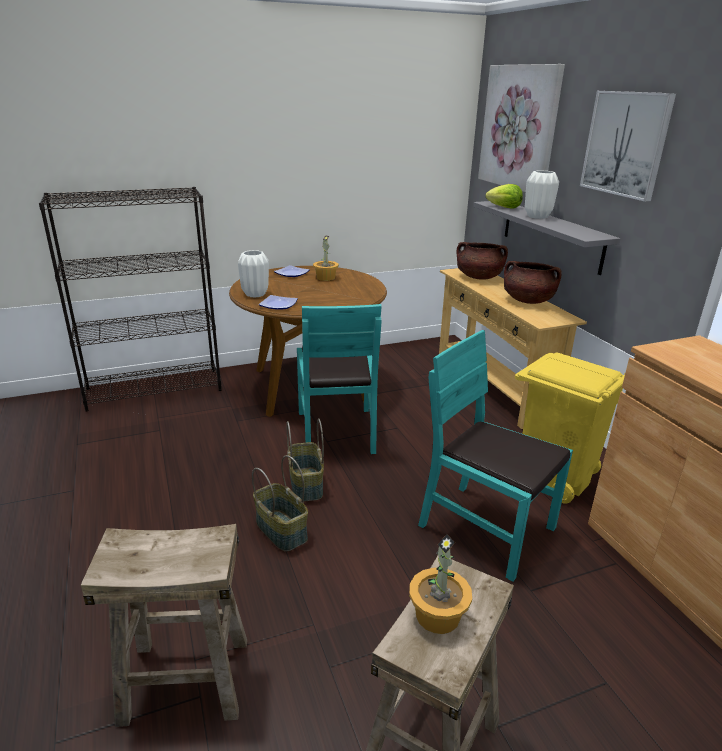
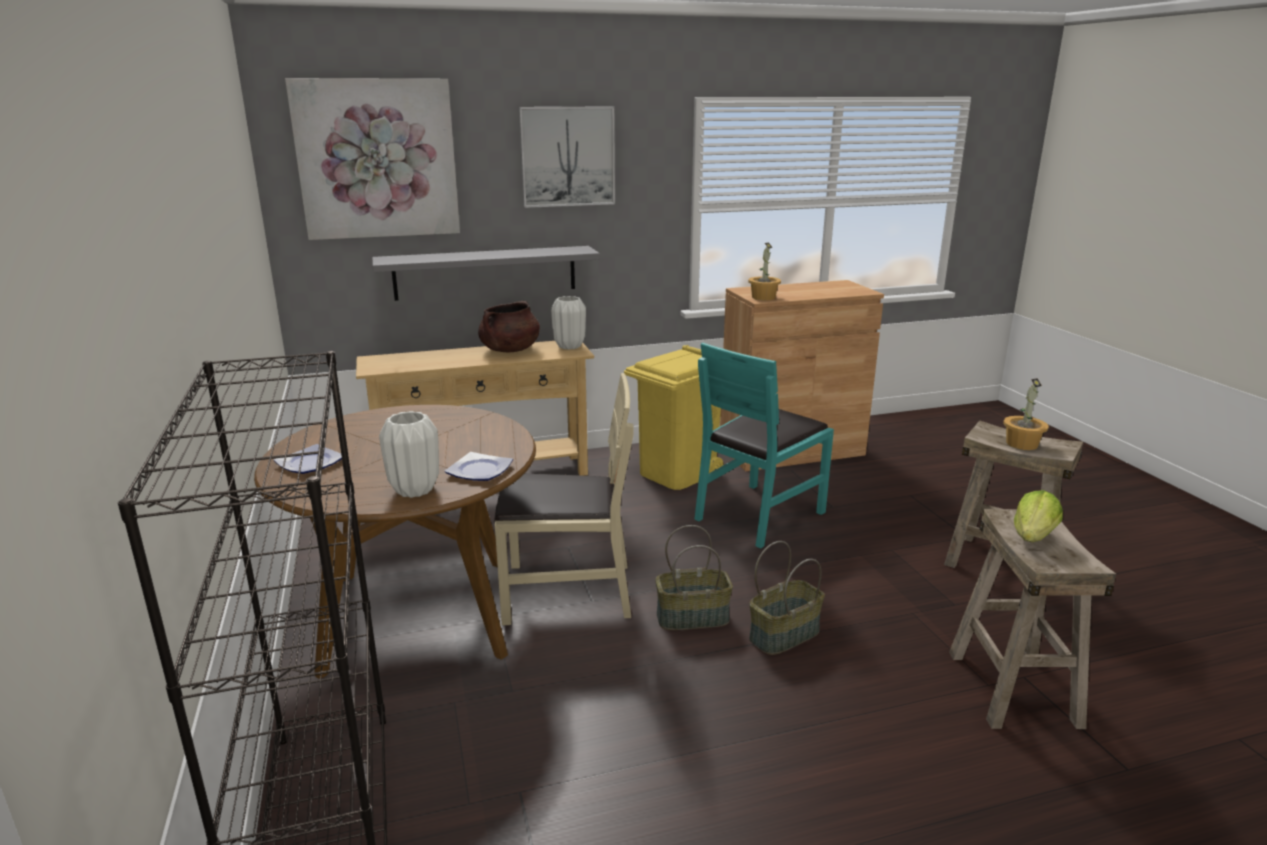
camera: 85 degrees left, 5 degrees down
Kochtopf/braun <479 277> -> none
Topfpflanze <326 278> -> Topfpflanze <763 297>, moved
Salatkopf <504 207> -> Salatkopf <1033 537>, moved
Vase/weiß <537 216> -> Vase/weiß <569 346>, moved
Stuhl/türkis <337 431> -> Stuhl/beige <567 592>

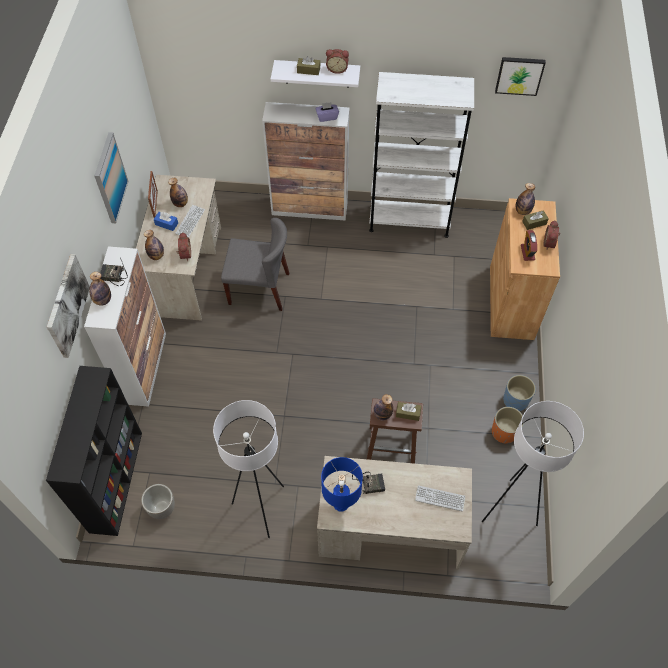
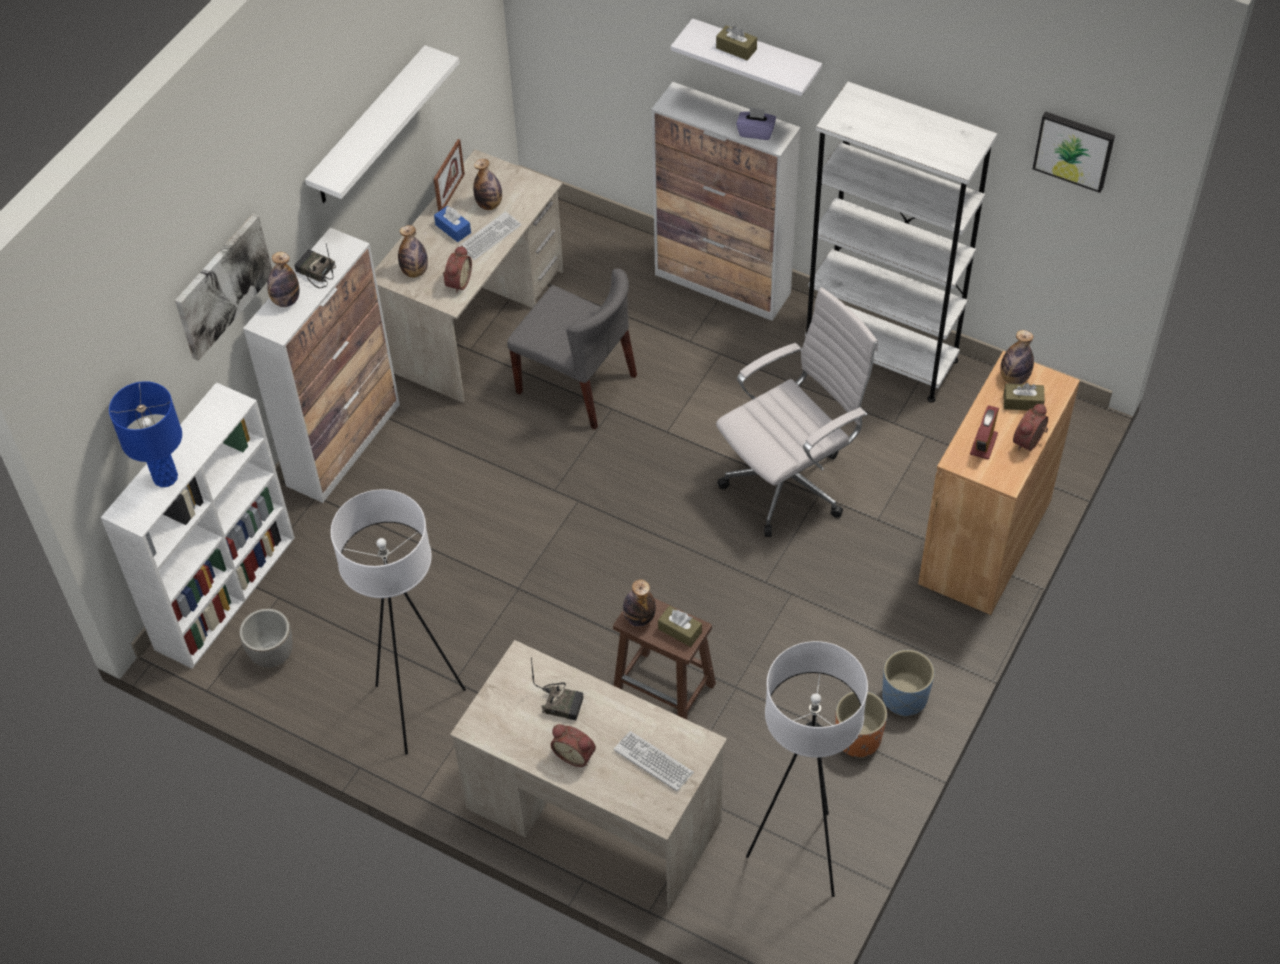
camera: 25 degrees right, 5 degrees down
none -> Bürostuhl/weiß <790 482>
Tischlampe/blau <341 504> -> Tischlampe/blau <165 477>, moved
Wecker <337 69> -> Wecker <575 754>, moved
Bild <110 178> -> Wandregal/weiß <369 127>
Bücherregal/schwarz <116 480> -> Bücherregal/weiß <226 591>

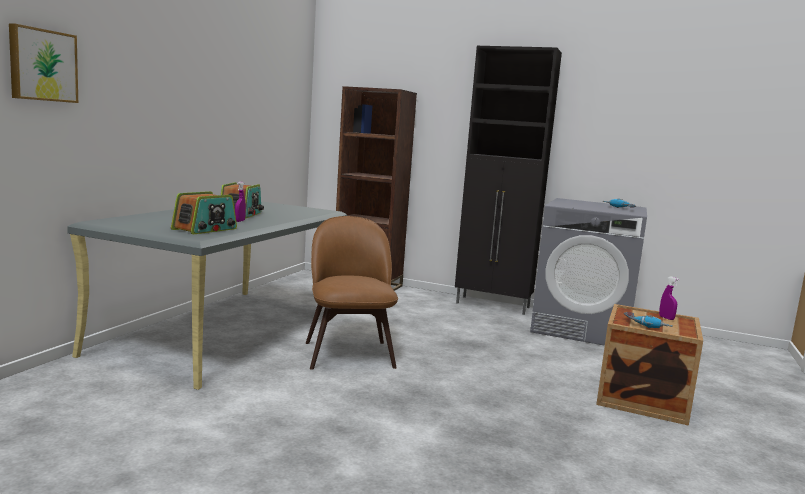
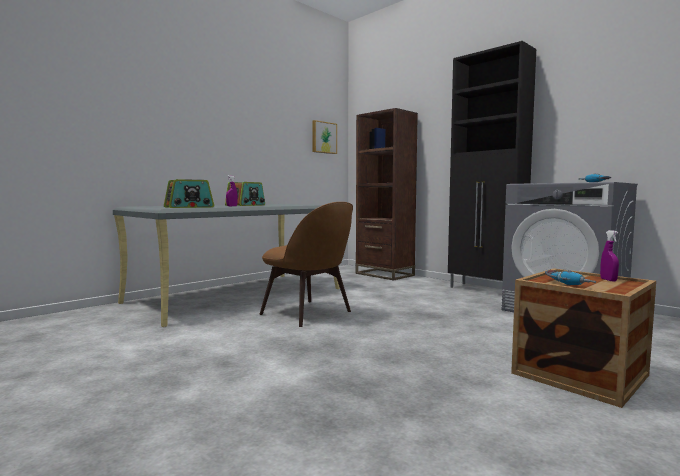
camera: 25 degrees right, 5 degrees down
Bild <42 65> -> Bild <323 137>, moved
Stuhl/braun <348 353> -> Stuhl/braun <308 313>, 120 degrees clockwise

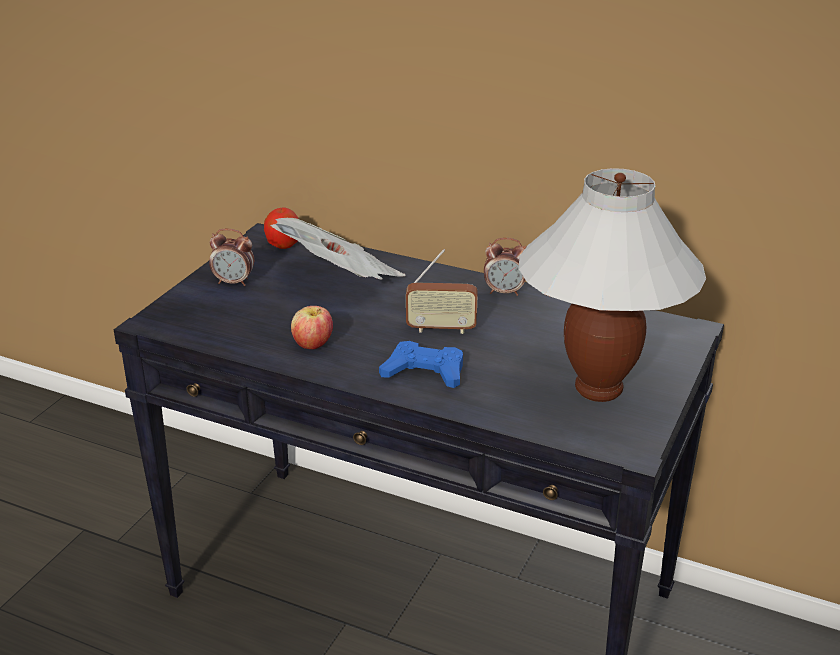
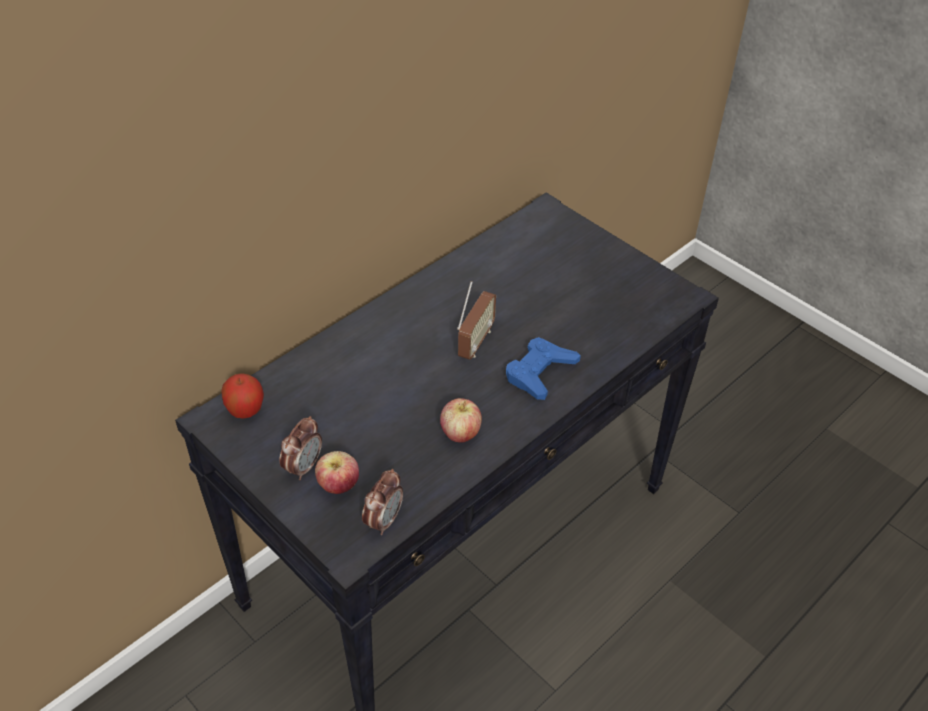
camera: 70 degrees left, 15 degrees up
Zeitung <340 280> -> none
Tischlampe/weiß <599 389> -> none
none -> Apfel <338 486>
Wecker <504 292> -> Wecker <384 520>, moved

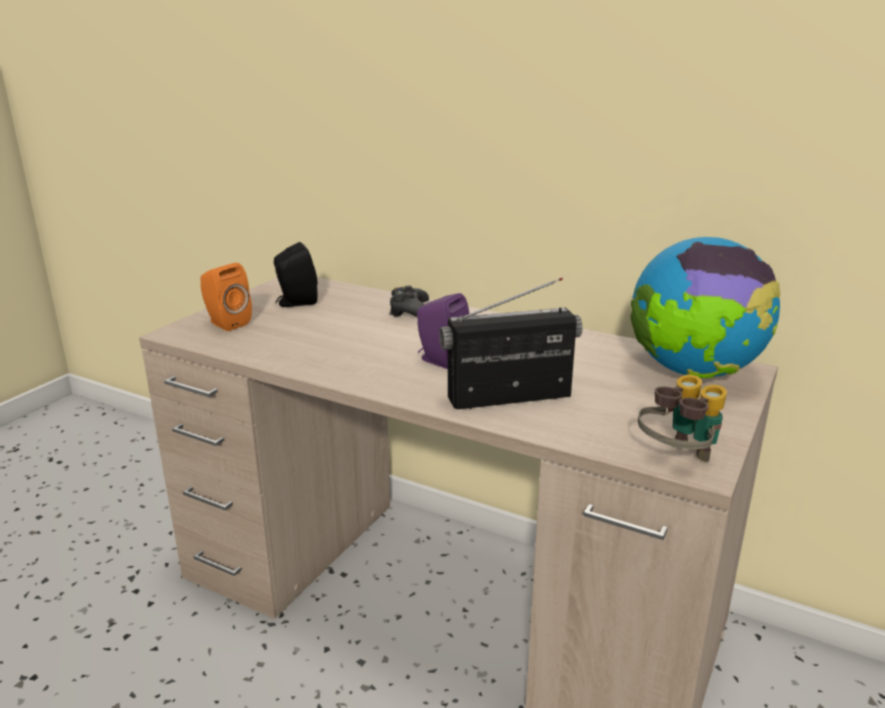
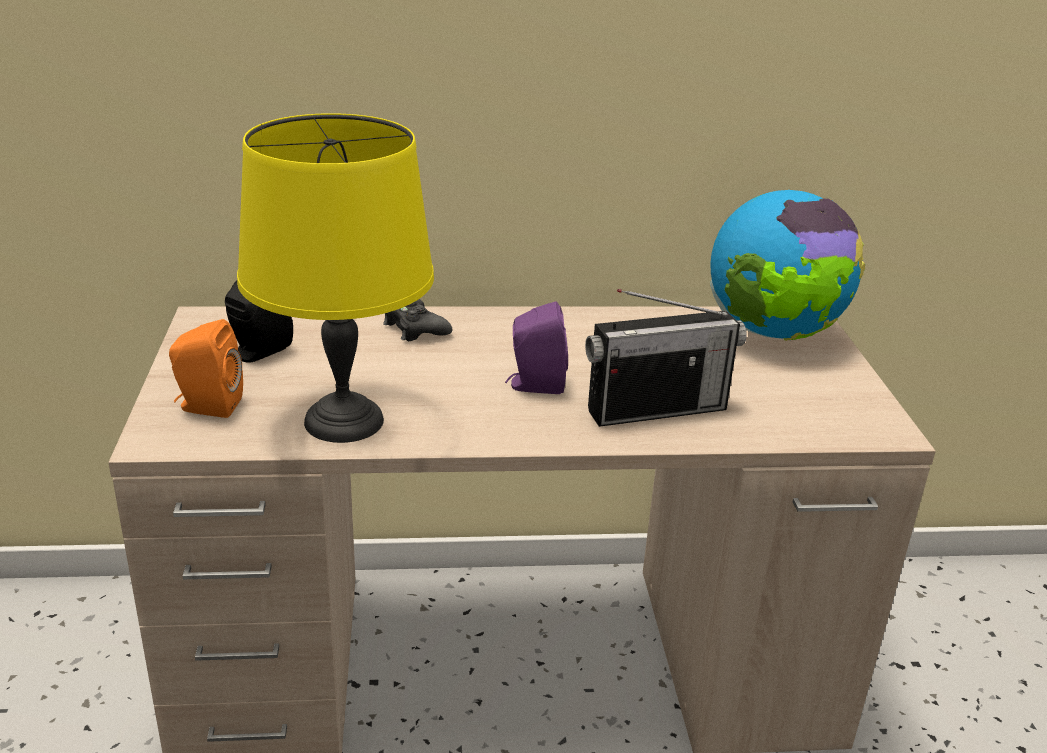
camera: 35 degrees left, 5 degrees up
Fernglas <678 460> -> none
none -> Tischlampe/gelb <343 420>
Radio <509 397> -> Radio <656 409>, 150 degrees counterclockwise

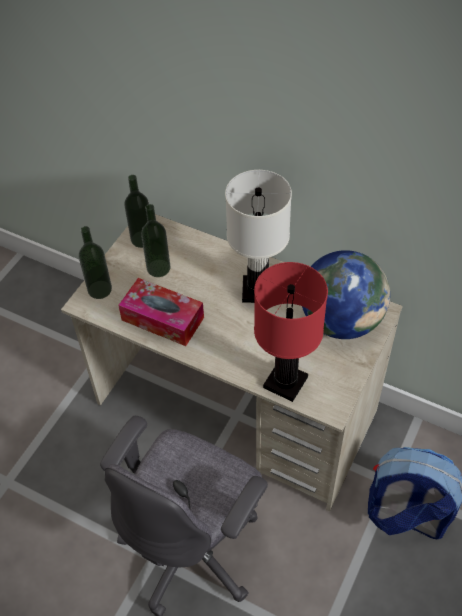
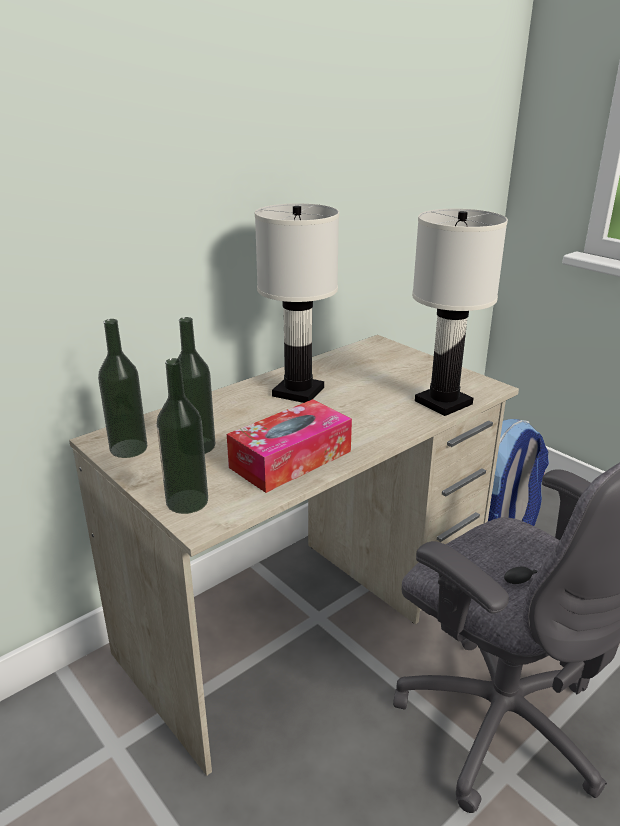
camera: 70 degrees left, 25 degrees down
Globus <341 320> -> none
Tischlampe/rot <285 383> -> Tischlampe/weiß <444 402>

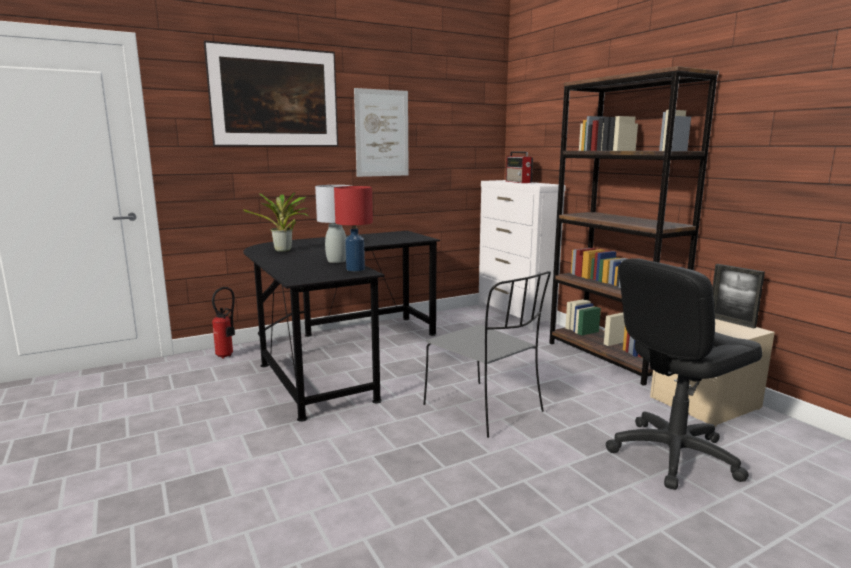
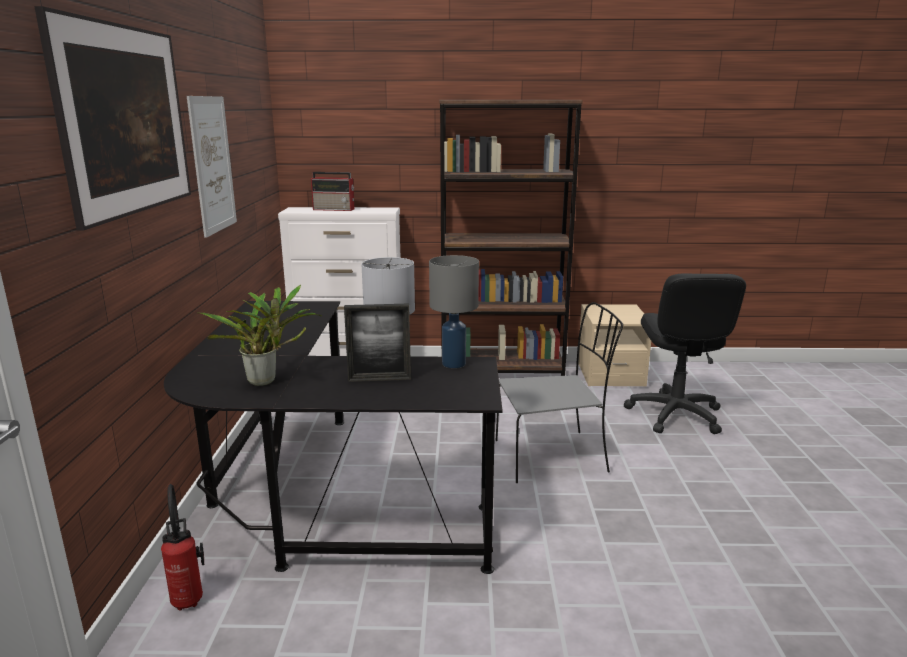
camera: 60 degrees left, 5 degrees up
Bilderrahmen <731 322> -> Bilderrahmen <379 379>, moved
Tischlampe/rot <356 269> -> Tischlampe/grau <454 363>

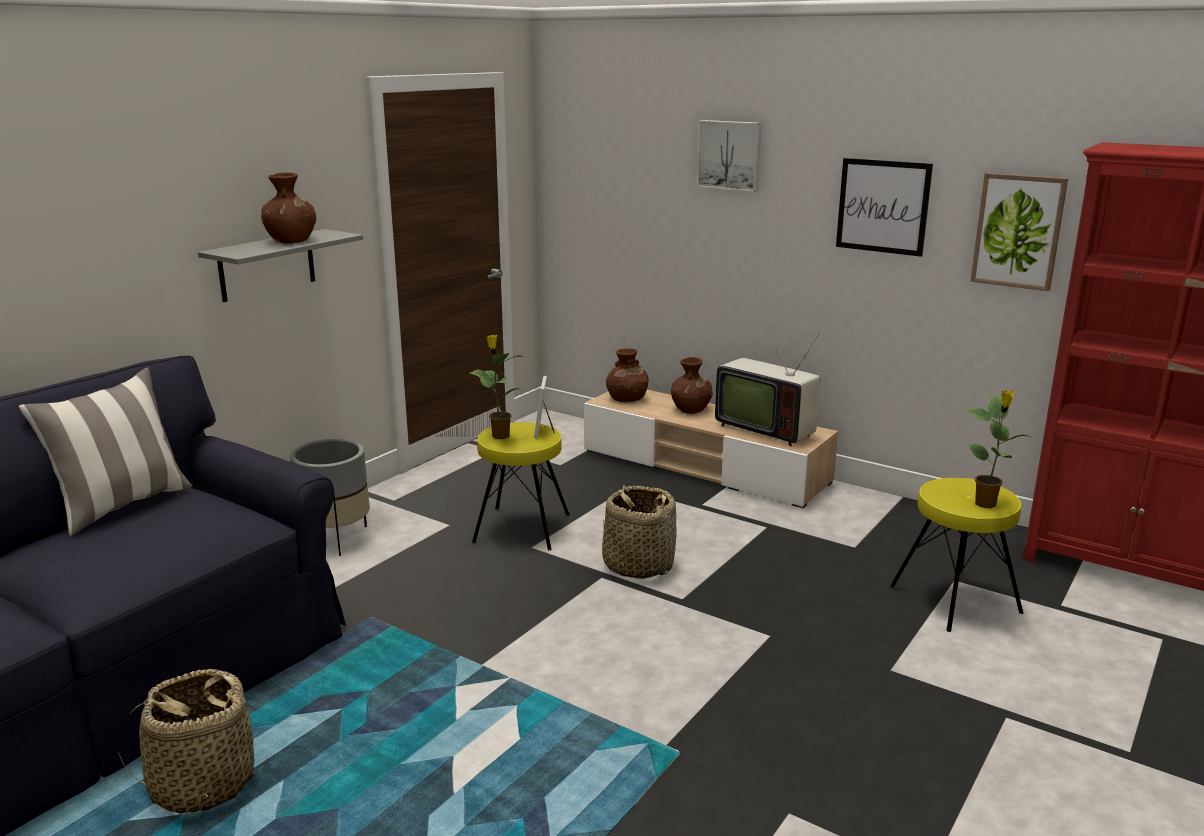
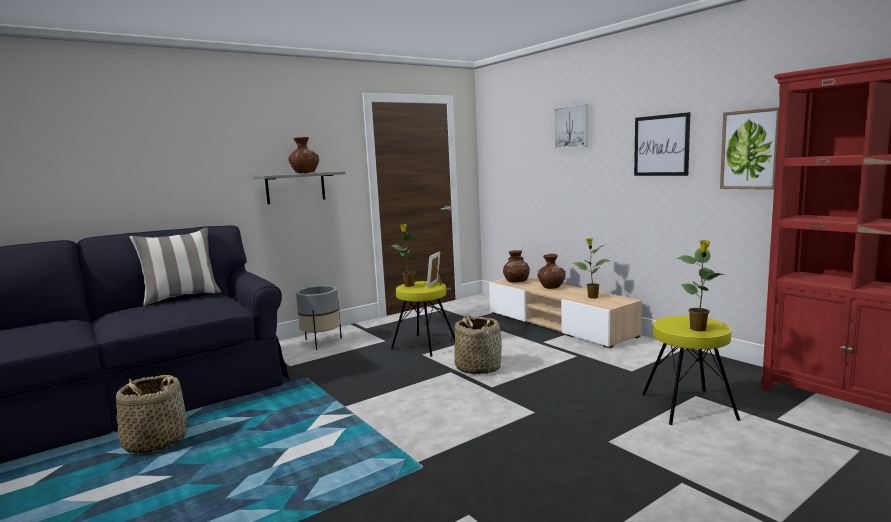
camera: 20 degrees right, 10 degrees down
Fernseher <766 429> -> Topfpflanze <592 297>

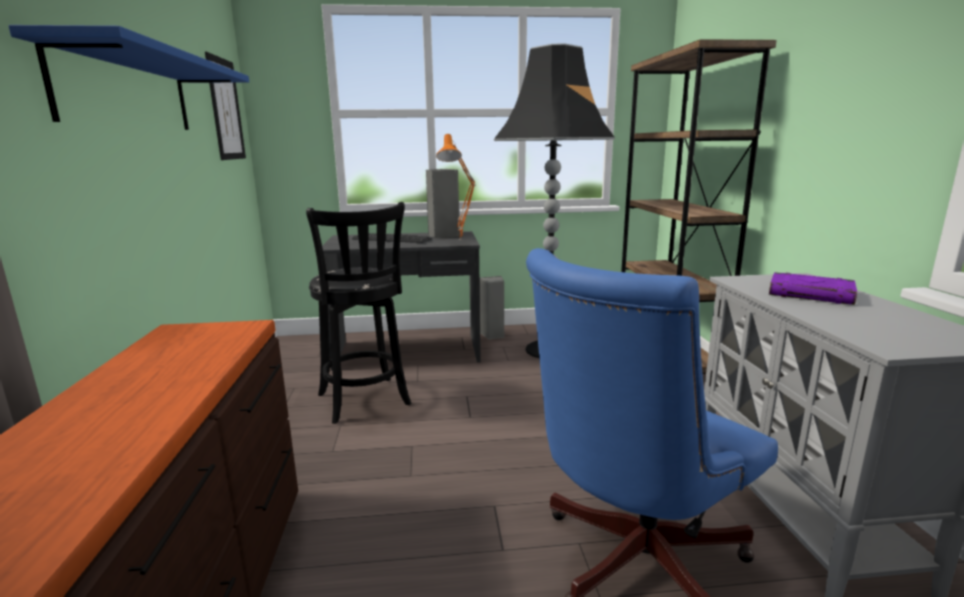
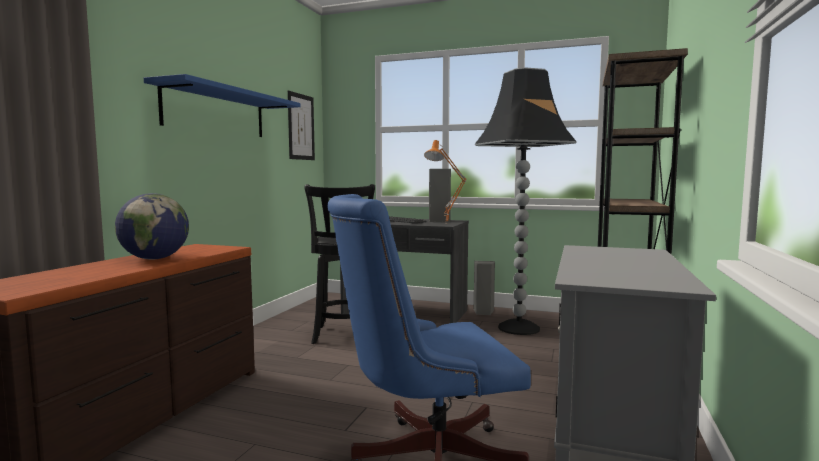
camera: 25 degrees right, 10 degrees down
Buch/lila <811 294> -> none
none -> Globus <155 259>

